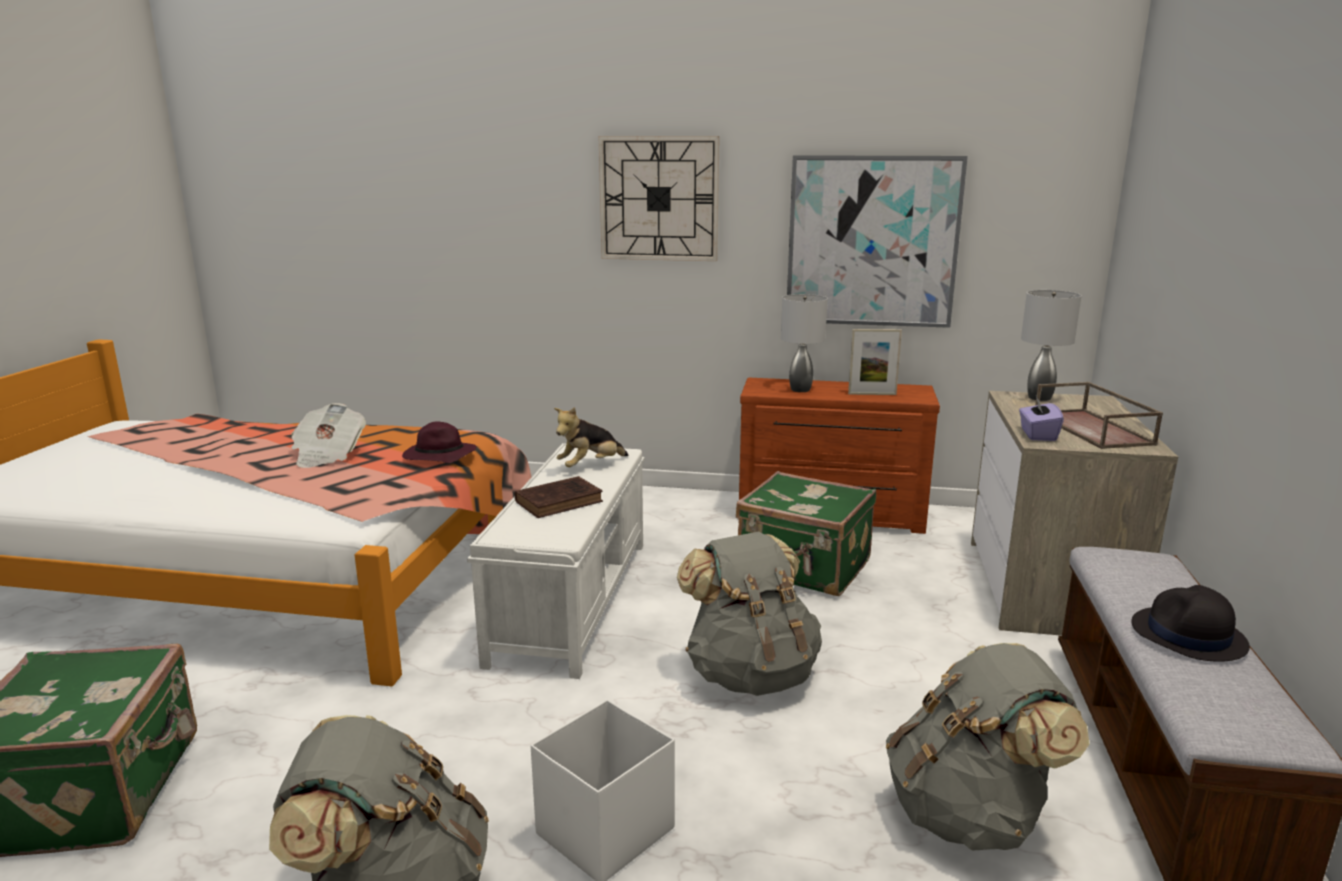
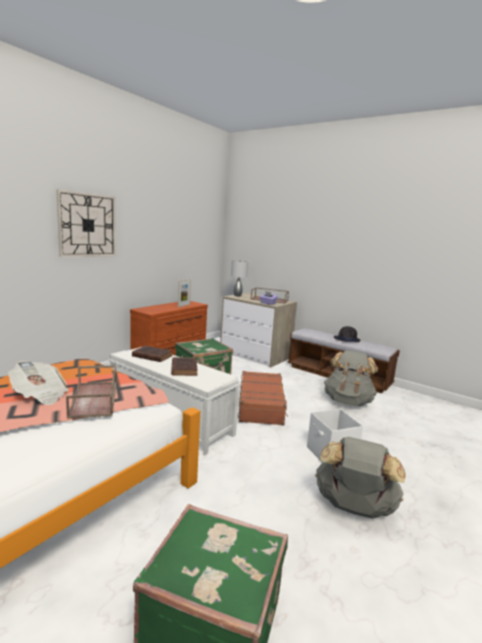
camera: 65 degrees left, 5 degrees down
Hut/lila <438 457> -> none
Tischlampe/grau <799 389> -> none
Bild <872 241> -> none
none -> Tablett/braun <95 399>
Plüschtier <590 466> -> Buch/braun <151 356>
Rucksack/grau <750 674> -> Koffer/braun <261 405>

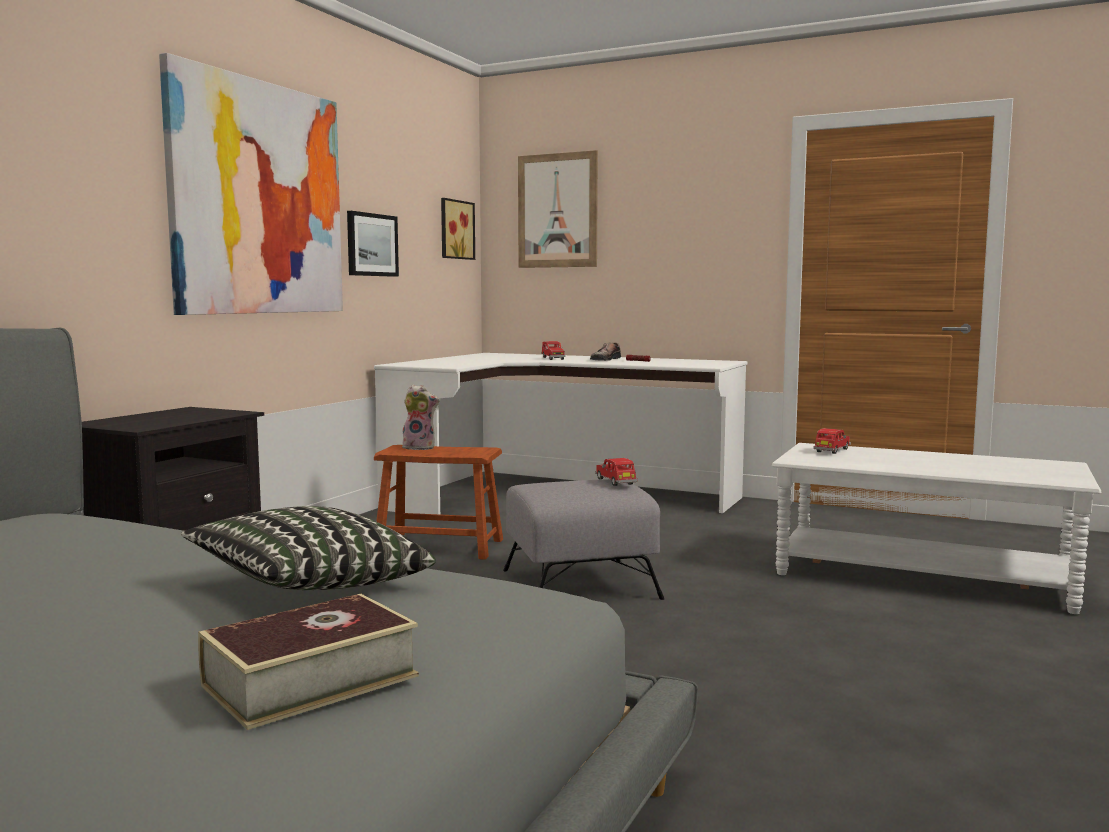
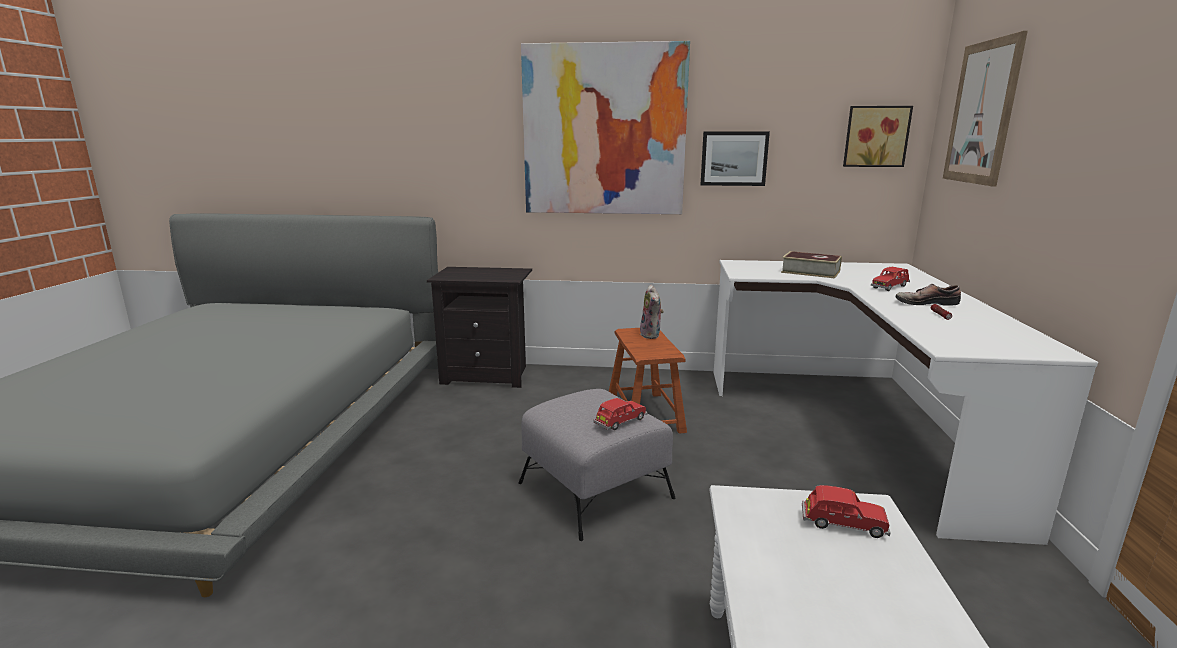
camera: 70 degrees right, 10 degrees up
Kissen <309 587> -> none
Buch <310 680> -> Buch <810 272>, moved

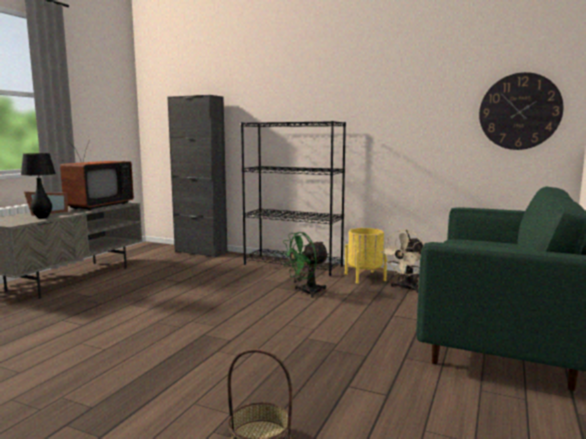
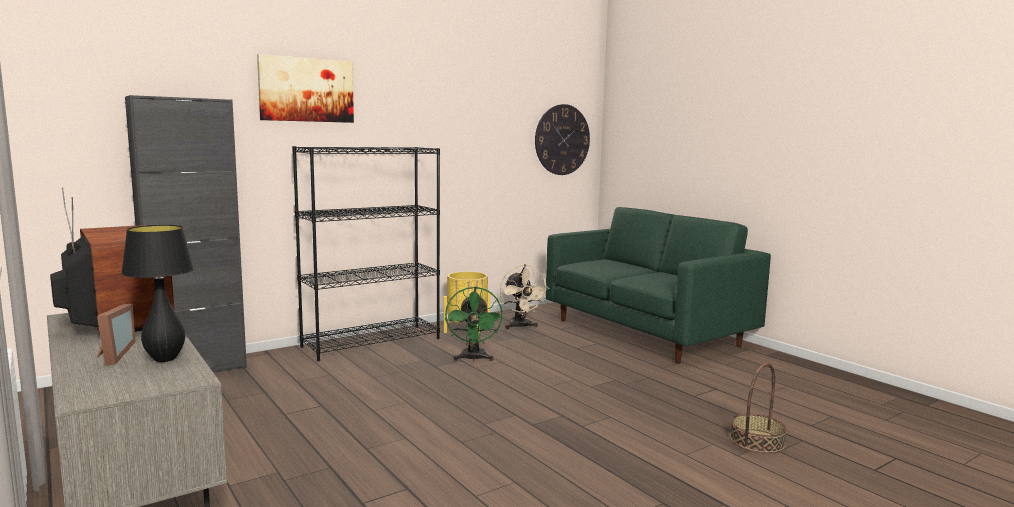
camera: 60 degrees left, 0 degrees up
none -> Bild <306 90>

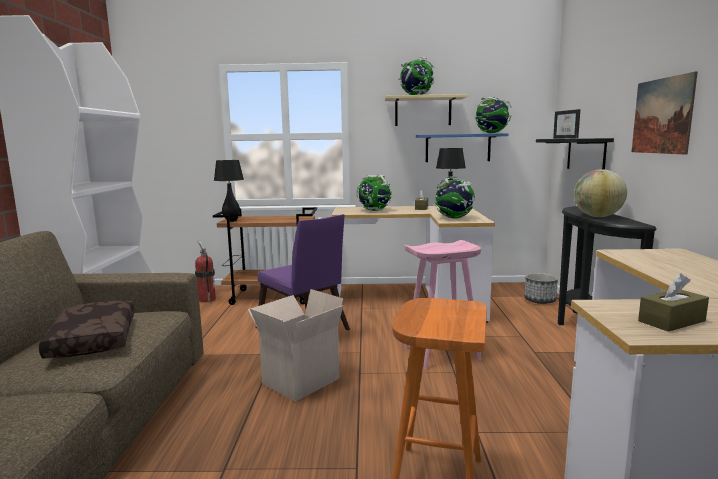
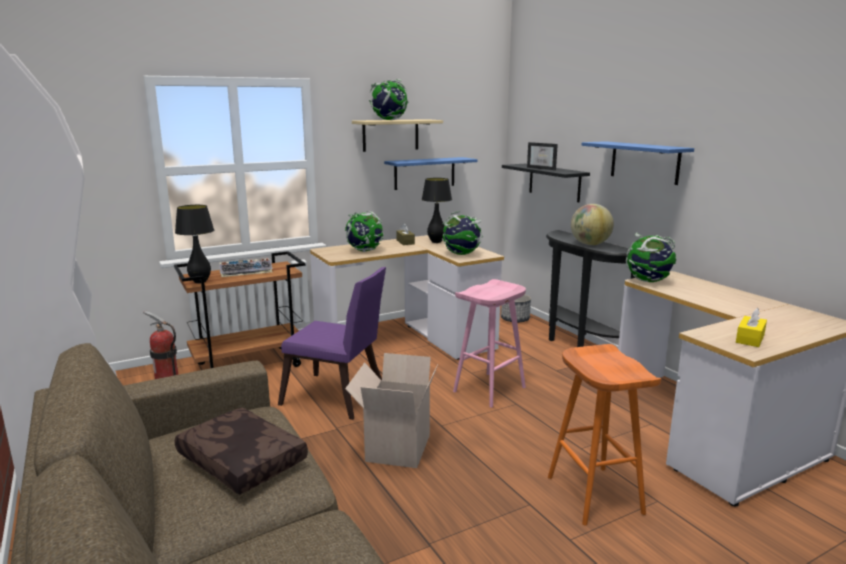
camera: 30 degrees left, 5 degrees up
none -> Tastatur <246 271>
Globus <492 133> -> Globus <648 281>, moved
Bild <662 116> -> Wandregal/blau <644 162>
Taschentuchbox/braun <671 321> -> Taschentuchbox/gelb <750 339>

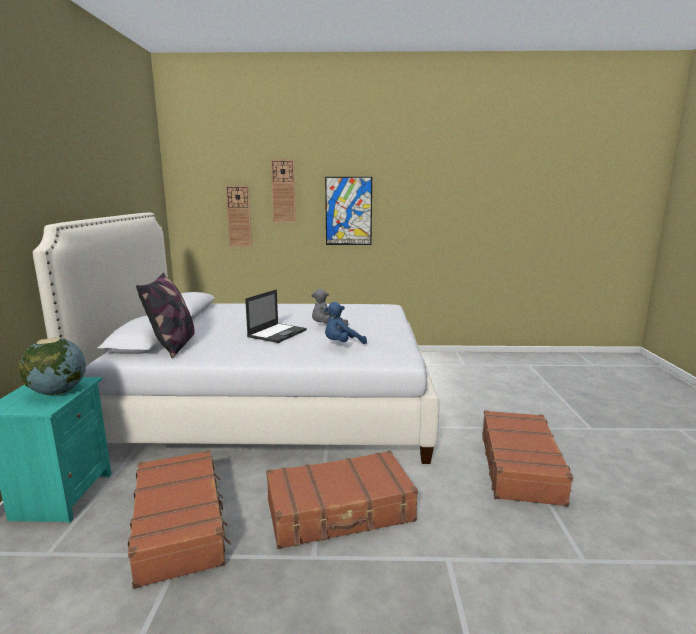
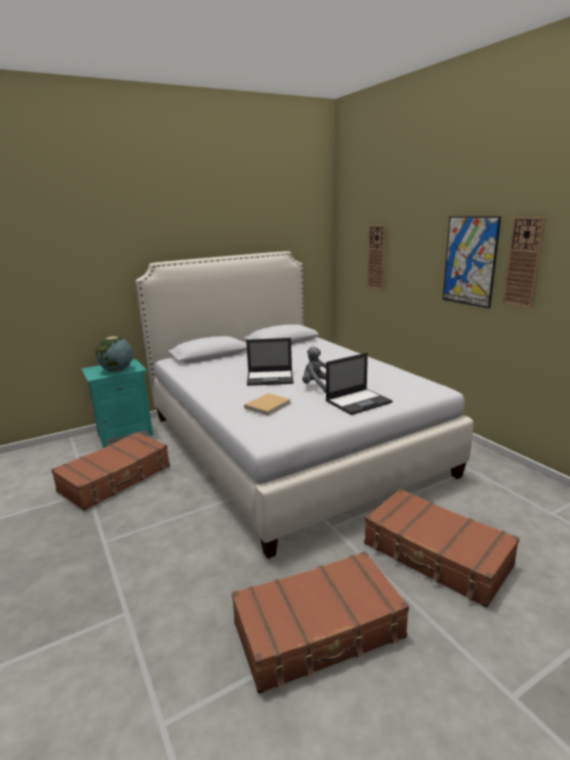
camera: 60 degrees right, 5 degrees up
Kissen <173 345> -> none
none -> Laptop <359 401>
Koffer/braun <340 511> -> Koffer/braun <436 555>, moved
Wanduhr <283 191> -> Wanduhr <523 262>, moved
Plüschtier/blau <342 344> -> Buch/beige <268 405>

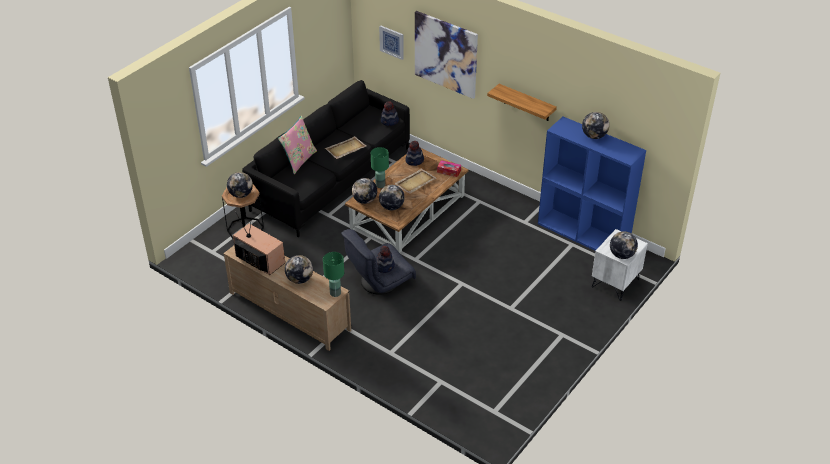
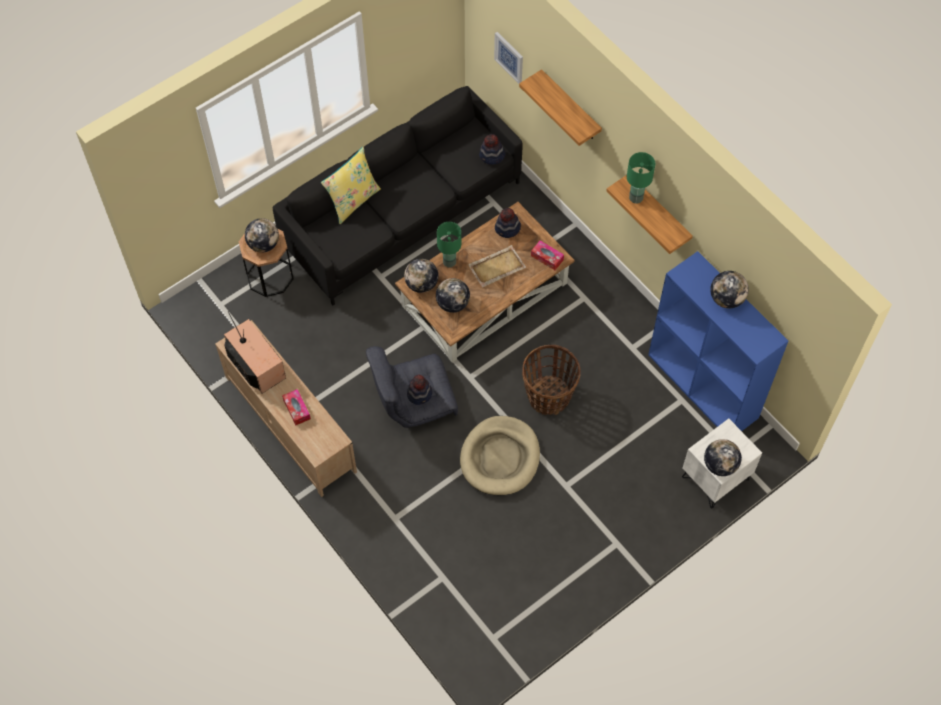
camera: 15 degrees right, 20 degrees up
Tablett/beige <345 149> -> none
none -> Hundebett/beige <500 457>
none -> Korb <549 396>
Tischlampe/grün <335 293> -> Tischlampe/grün <636 198>, moved
Globus <300 279> -> Taschentuchbox <297 409>
Bild <446 54> -> Wandregal <570 107>
Kissen/rosa <299 160> -> Kissen/gelb <353 200>

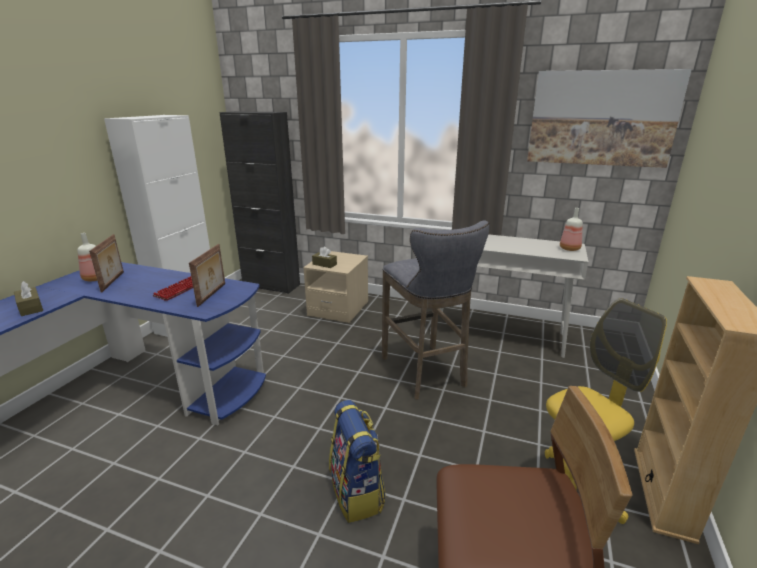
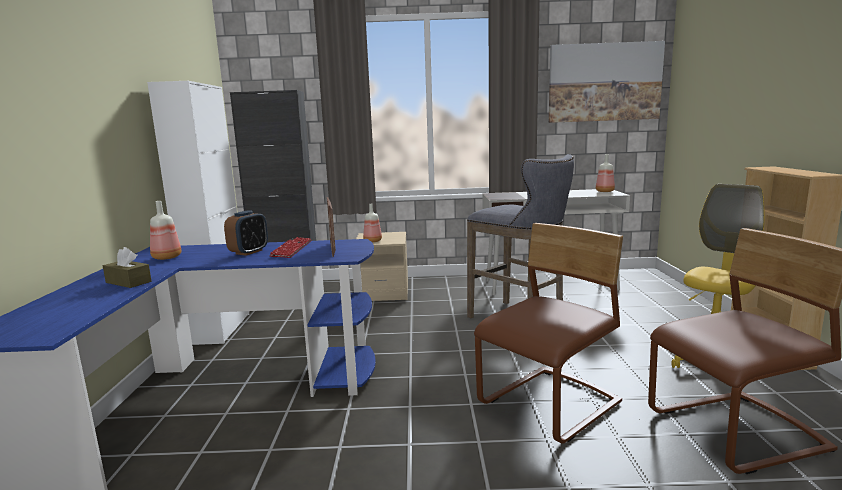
camera: 20 degrees left, 10 degrees down
Bilderrahmen <113 281> -> none
none -> Wecker <249 252>
Taschentuchbox/braun <324 264> -> Flasche <372 241>
Rucksack <357 493> -> Stuhl/braun <550 405>

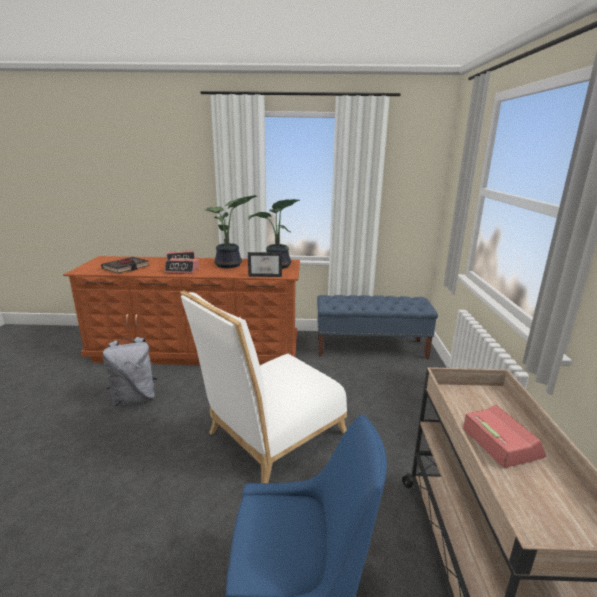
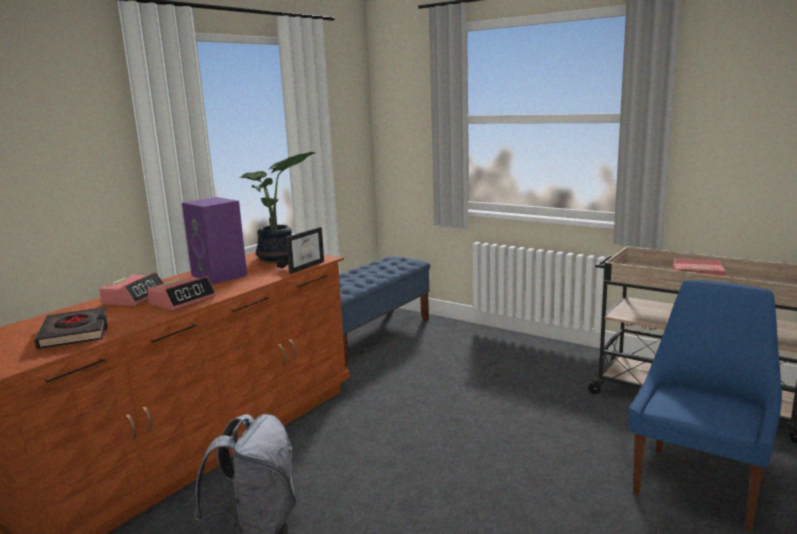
camera: 55 degrees left, 5 degrees down
Stuhl/weiß <270 437> -> none
Topfpflanze <229 265> -> Lautsprecher/lila <221 276>

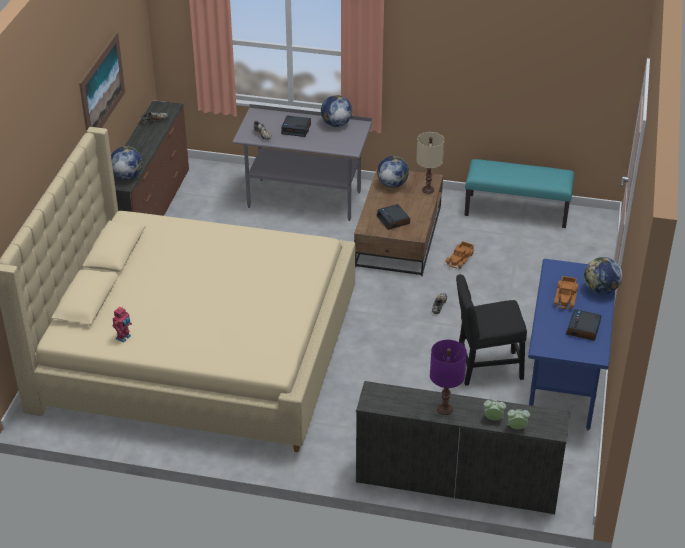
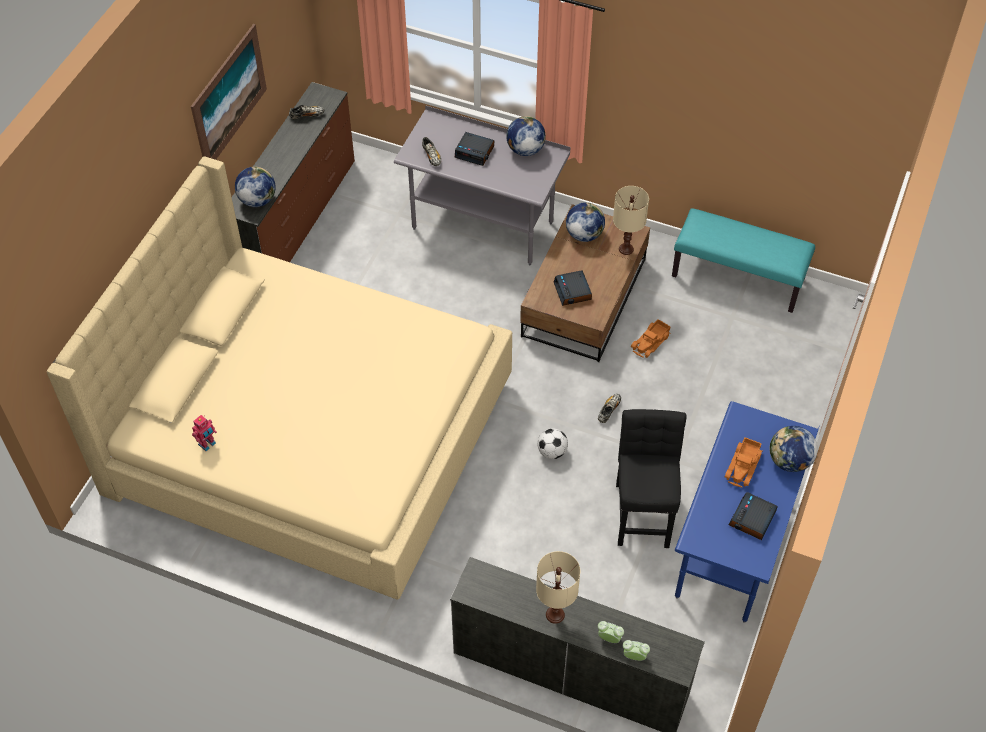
camera: 10 degrees right, 15 degrees up
none -> Fußball <552 452>
Tischlampe/lila <445 409> -> Tischlampe/beige <555 614>
Stuhl/schwarz <485 367> -> Stuhl/schwarz <643 510>, 90 degrees clockwise

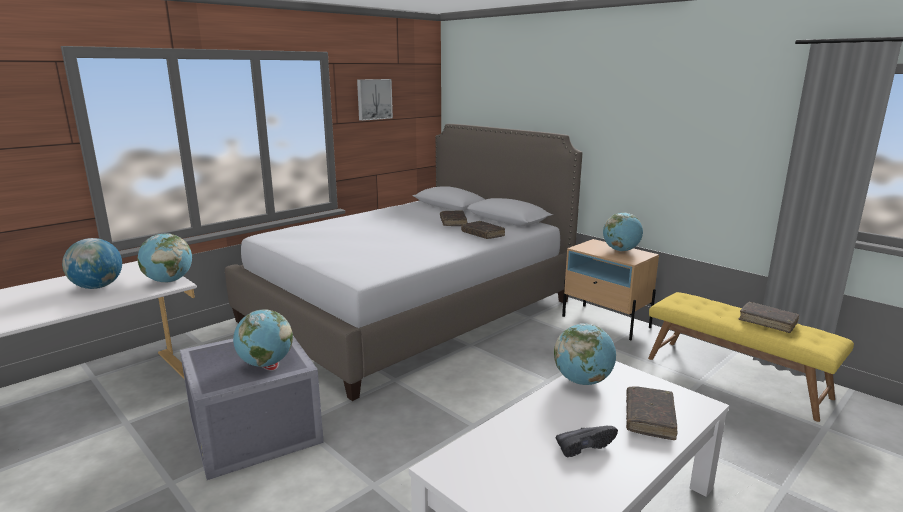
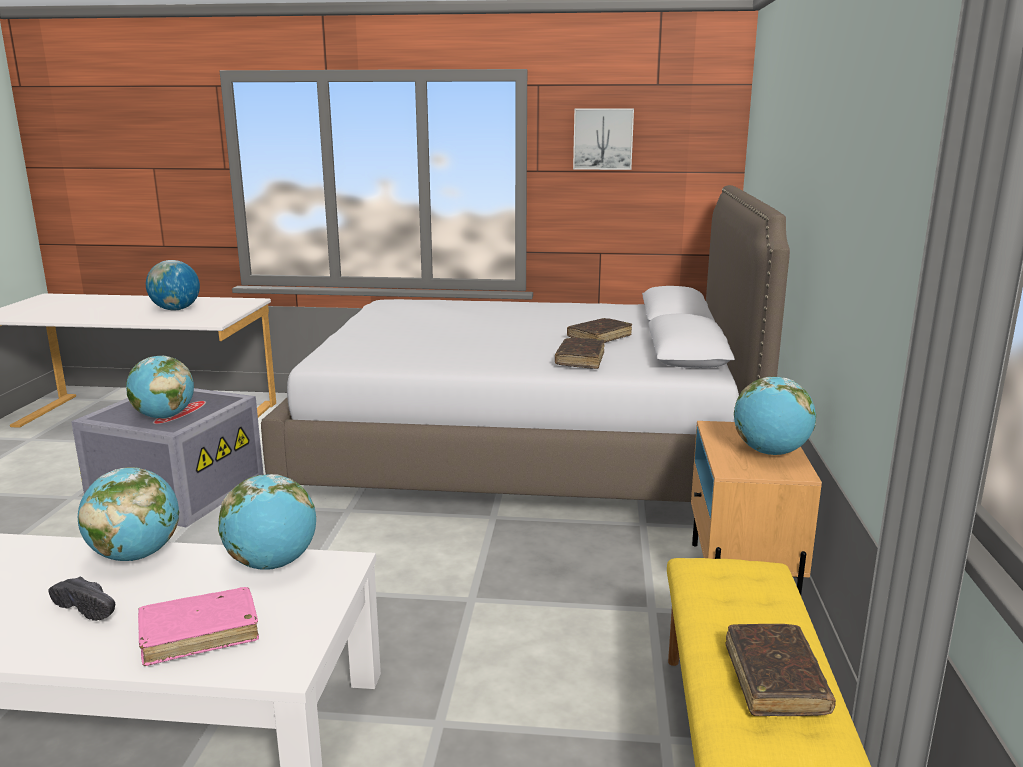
camera: 50 degrees right, 0 degrees up
Globus <169 281> -> Globus <136 555>, moved
Buch/braun <649 418> -> Buch/rosa <200 634>

